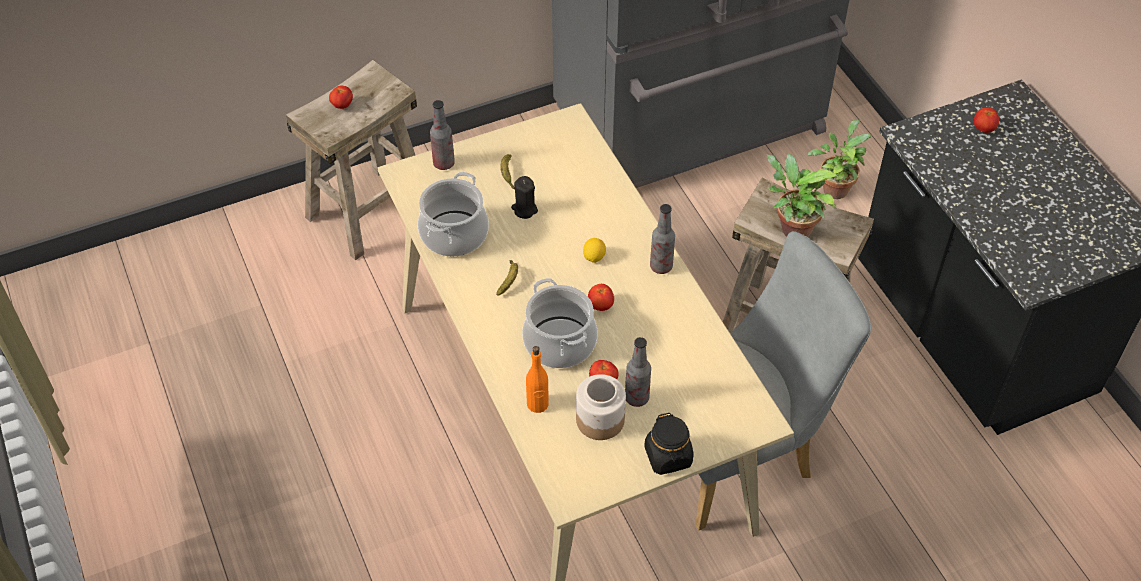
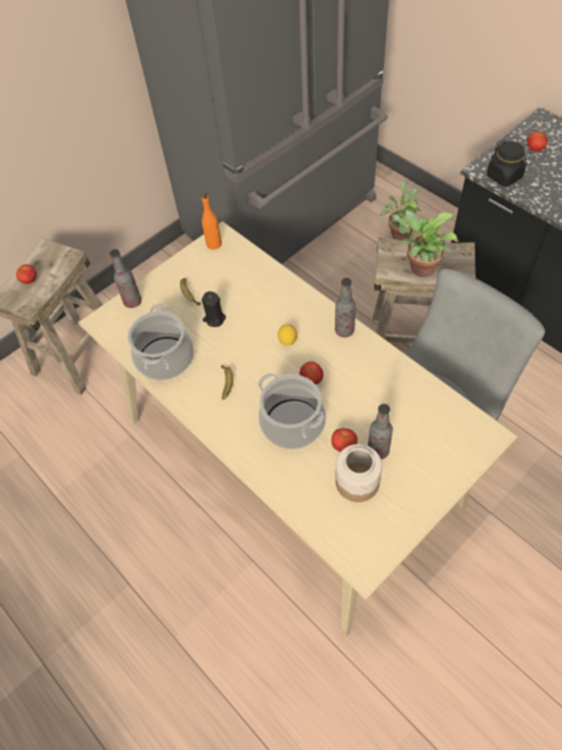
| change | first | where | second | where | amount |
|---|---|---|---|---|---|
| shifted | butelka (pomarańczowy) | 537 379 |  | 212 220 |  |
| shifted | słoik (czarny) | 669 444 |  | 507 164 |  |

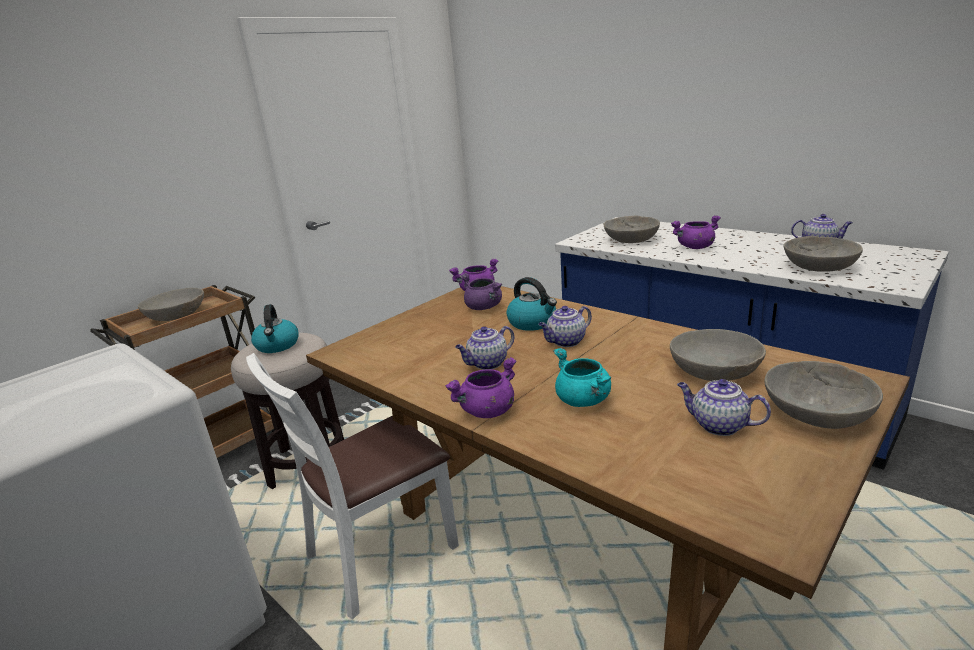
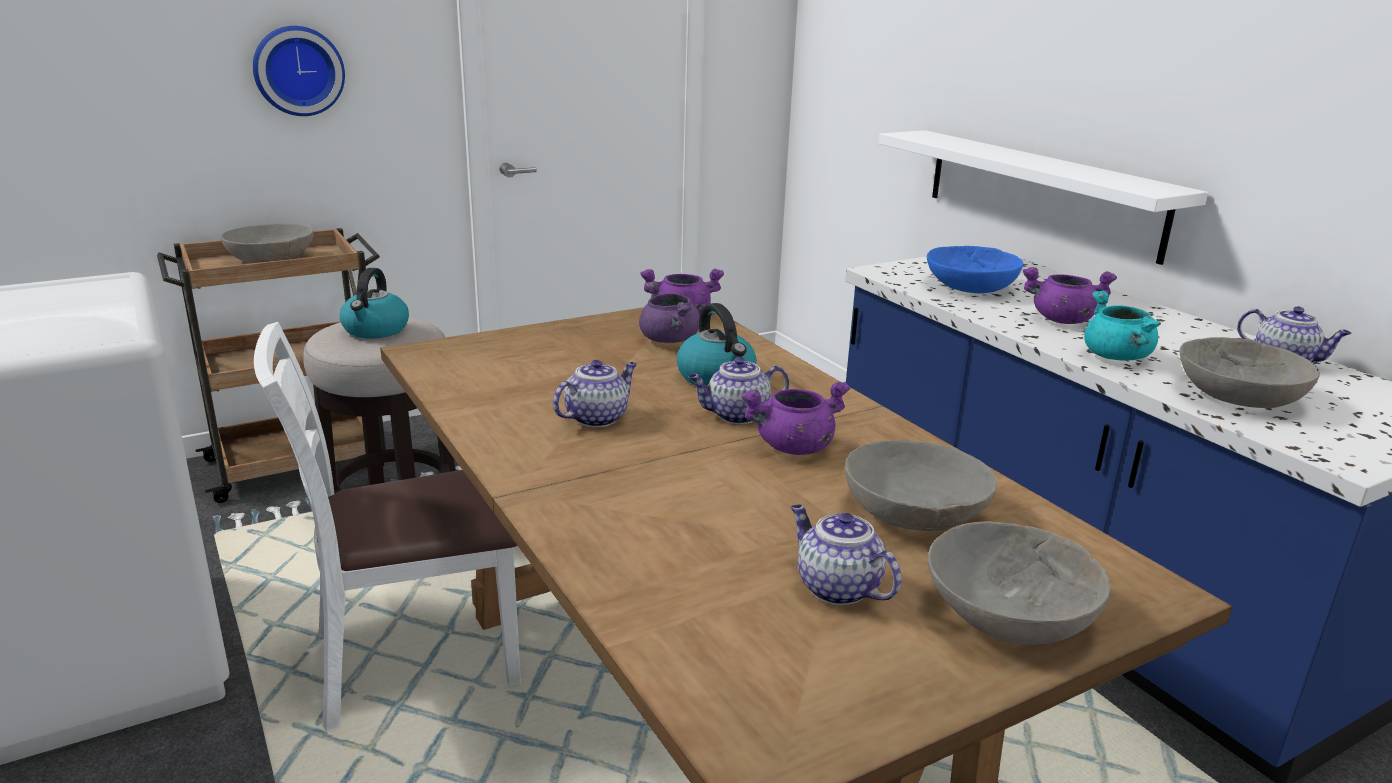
| change | first | where | second | where | amount |
|---|---|---|---|---|---|
| new |  |  | zegar ścienny | 299 71 |  |
| rotated | imbryk | 484 348 |  | 595 394 | 150 degrees clockwise |
| shifted | garnek (fioletowy) | 481 387 |  | 796 418 |  |
| new |  |  | półka (biały) | 1043 197 |  |
| repainted | miska (szary) | 632 229 | miska (niebieski) | 975 269 |  |
| shifted | garnek (turkusowy) | 582 377 |  | 1122 325 |  |

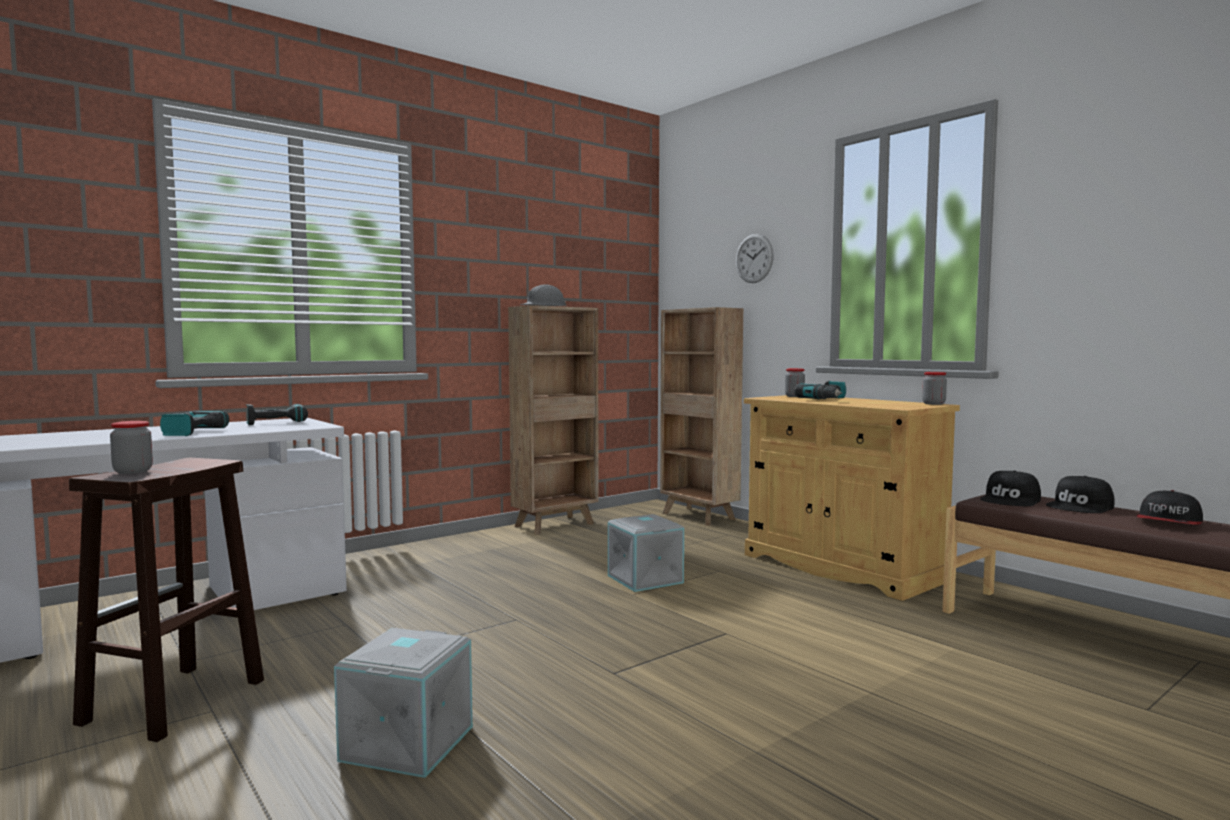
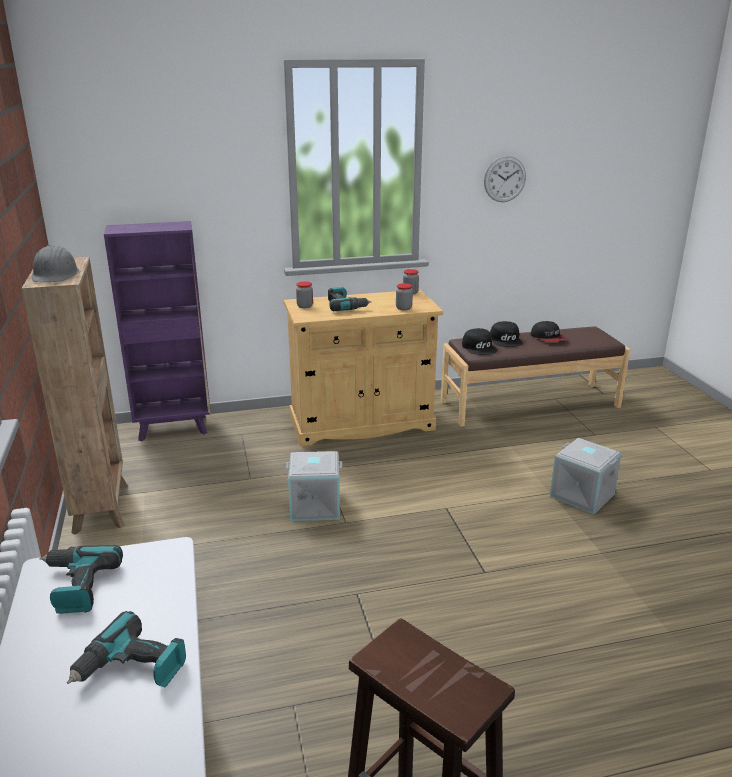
| change | first | where | second | where | amount |
|---|---|---|---|---|---|
| repainted | regał (brązowy) | 701 416 | regał (fioletowy) | 157 331 |  |
| shifted | słoik | 131 447 |  | 404 297 |  |
| shifted | zegar ścienny | 755 258 |  | 505 179 |  |
| shifted | pojemnik do przechowywania (szary) | 403 703 |  | 586 476 |  |

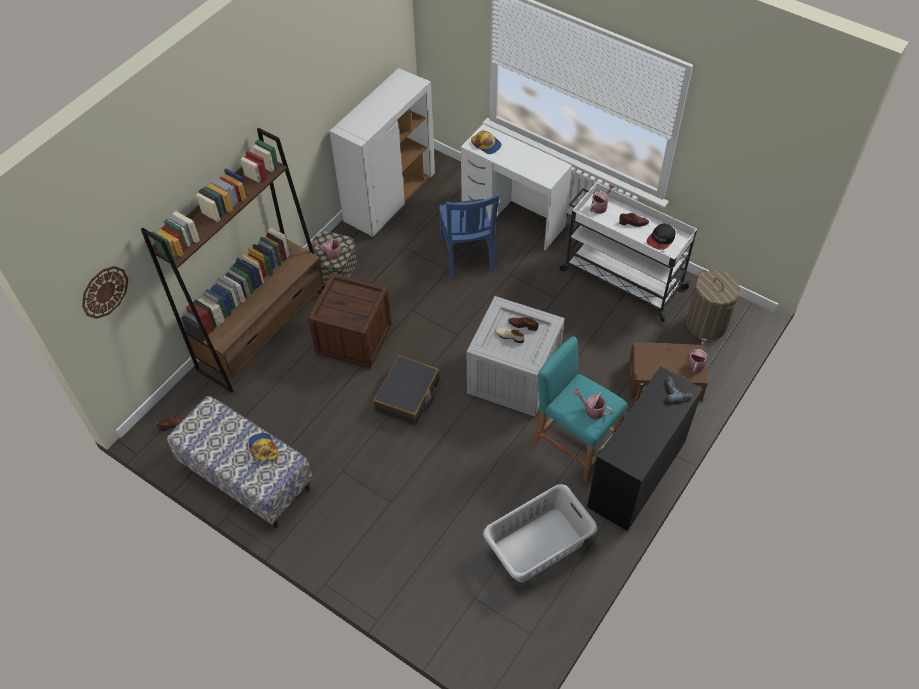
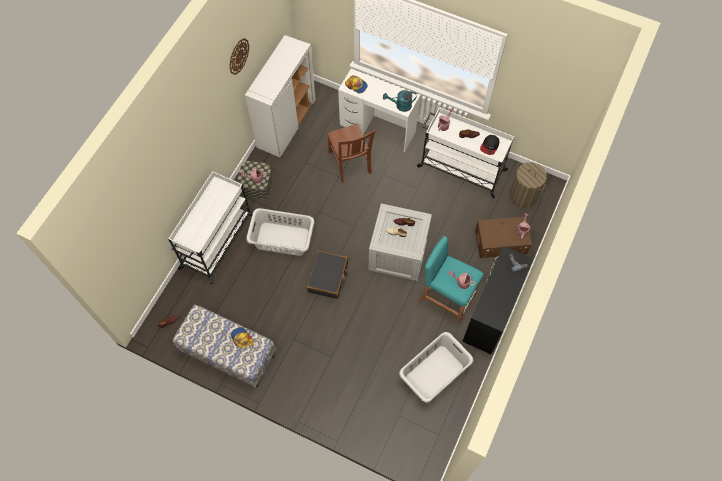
| change | first | where | second | where | amount |
|---|---|---|---|---|---|
| swapped | regał (brązowy) | 233 260 | wózek (biały) | 211 227 |  |
| shifted | zegar ścienny | 105 292 |  | 239 56 |  |
| swapped | skrzynka | 350 321 | kosz na pranie (szary) | 280 232 |  |
| repainted | krzesło (niebieski) | 469 236 | krzesło (brązowy) | 351 153 |  |
| new |  |  | konewka (turkusowy) | 400 101 |  |

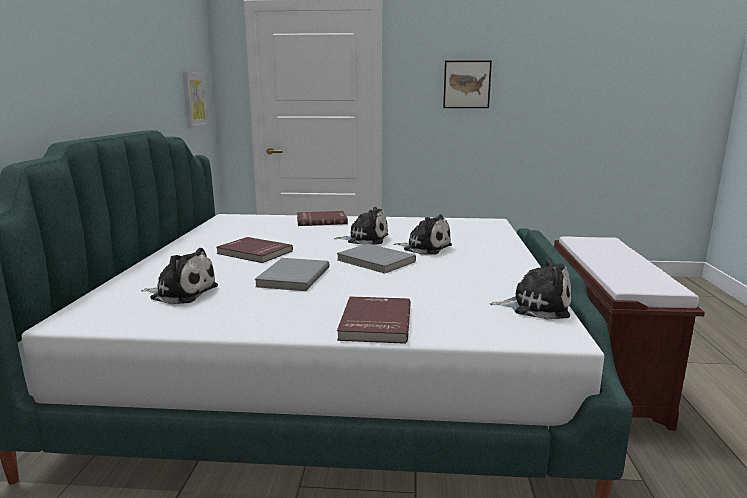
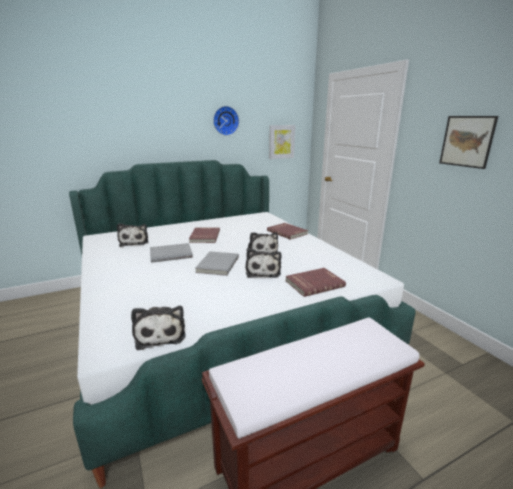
| change | first | where | second | where | amount |
|---|---|---|---|---|---|
| new |  |  | zegar ścienny | 226 121 |  |
| shifted | książka (czerwony) | 374 320 |  | 316 282 |  |

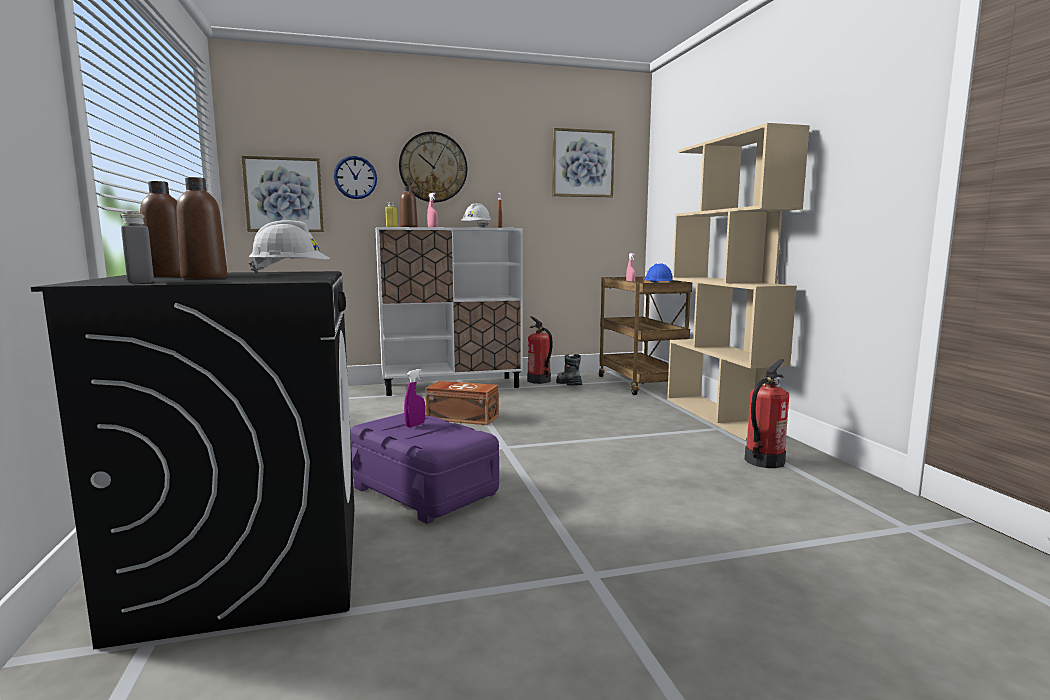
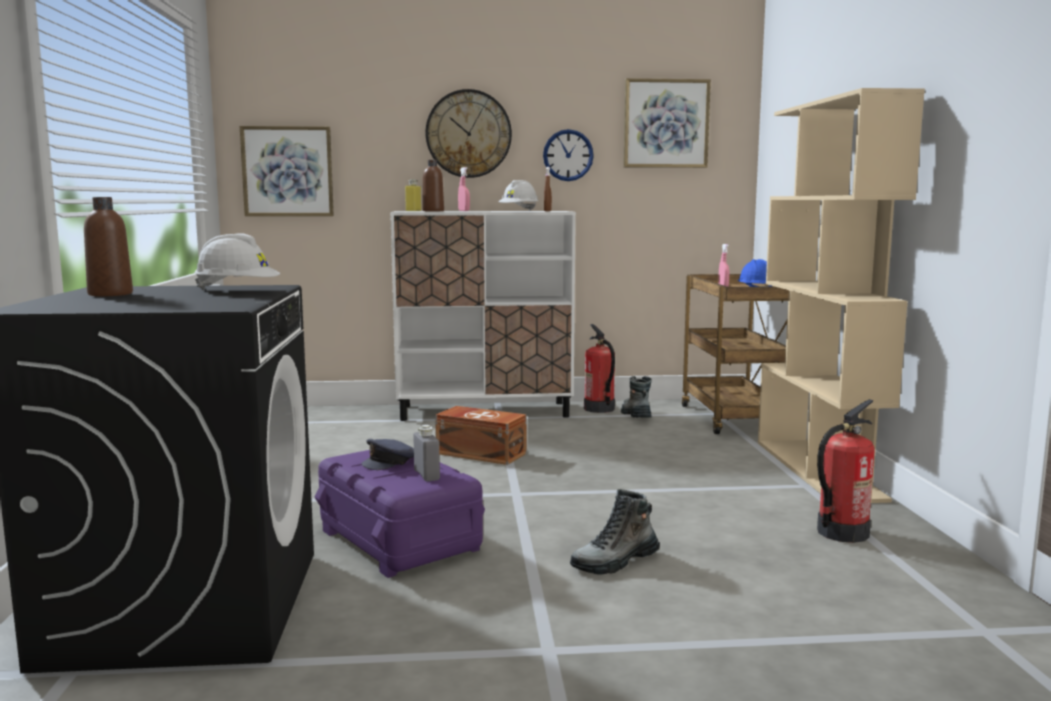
| change | first | where | second | where | amount |
|---|---|---|---|---|---|
| swapped | spryskiwacz (fioletowy) | 414 398 | czapka z daszkiem (szary) | 387 454 |  |
| shifted | butelka (szary) | 137 247 |  | 426 453 |  |
| shifted | zegar ścienny | 355 177 |  | 568 155 |  |
| new |  |  | but z cholewką | 615 532 |  |
| gone | butelka (brązowy) | 202 228 |  |  |  |

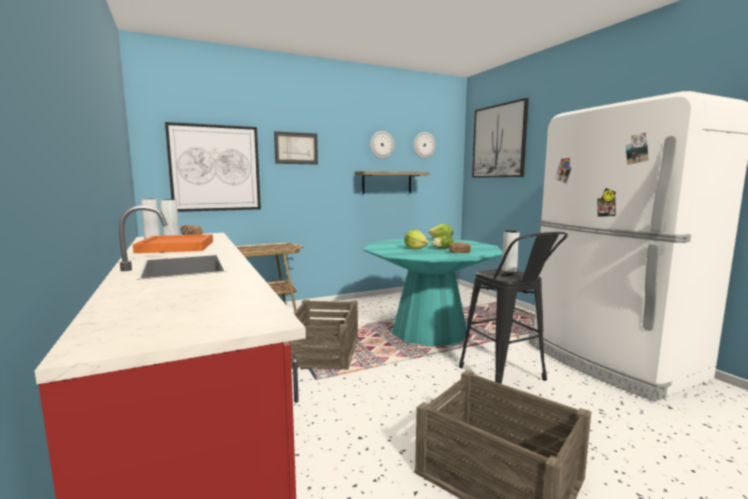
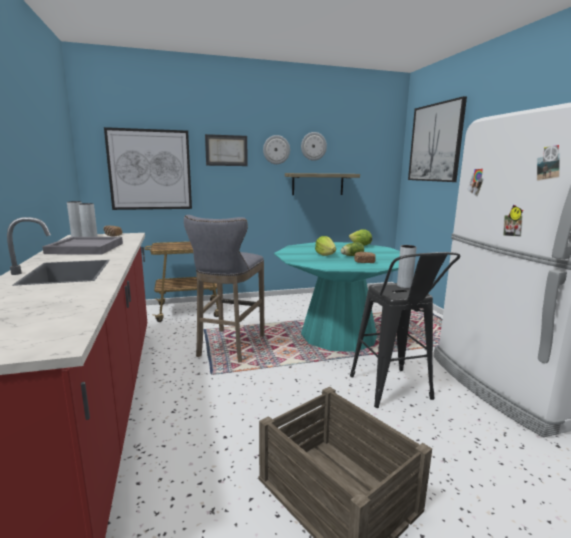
| change | first | where | second | where | amount |
|---|---|---|---|---|---|
| repainted | taca (pomarańczowy) | 173 243 | taca (szary) | 82 246 |  |
| swapped | skrzynka | 323 335 | stołek (szary) | 224 288 |  |
| shifted | zegar ścienny | 425 145 |  | 276 149 |  |

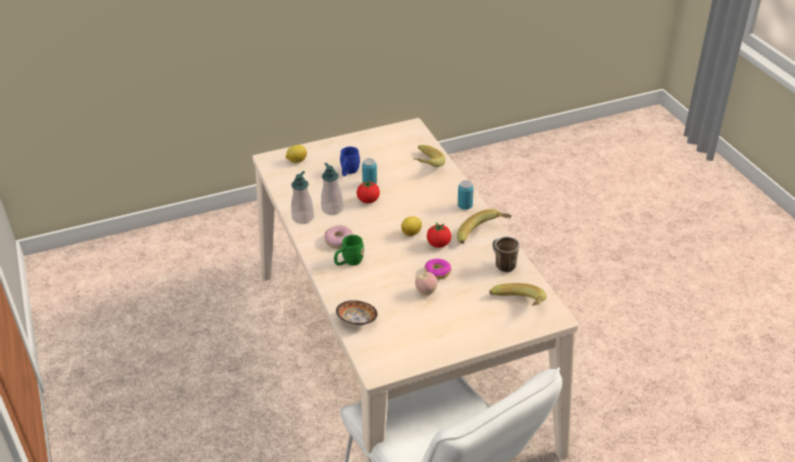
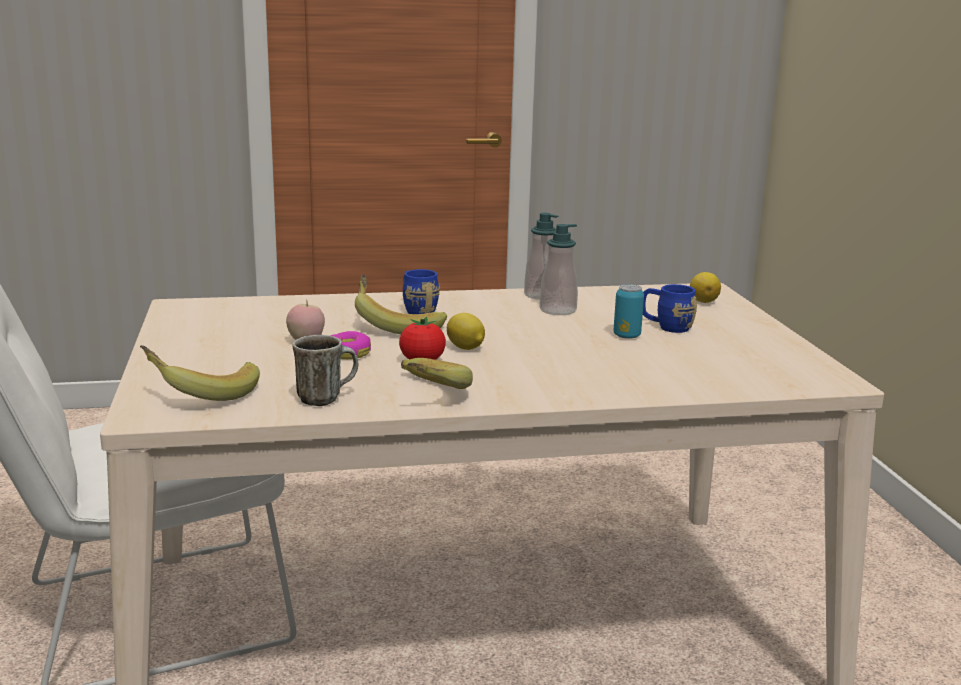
| change | first | where | second | where | amount |
|---|---|---|---|---|---|
| shifted | banan | 429 156 |  | 401 304 |  |
| repainted | kubek (zielony) | 349 250 | kubek (niebieski) | 421 291 |  |
| gone | donut | 338 237 |  |  |  |
| gone | miska | 357 312 |  |  |  |
| gone | pomidor | 368 191 |  |  |  |
| gone | puszka | 466 195 |  |  |  |

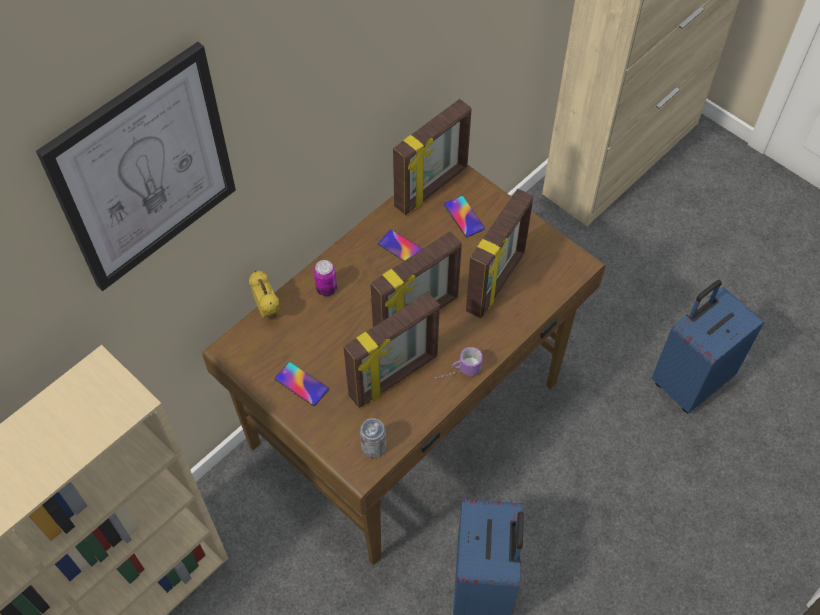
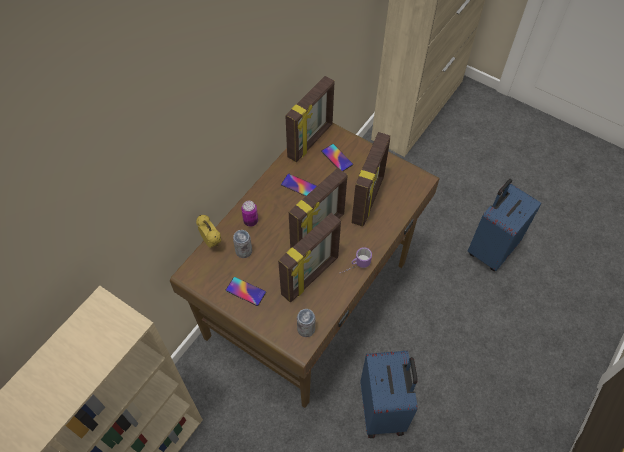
| change | first | where | second | where | amount |
|---|---|---|---|---|---|
| new |  |  | puszka | 242 244 |  |
| gone | obraz | 136 166 |  |  |  |

